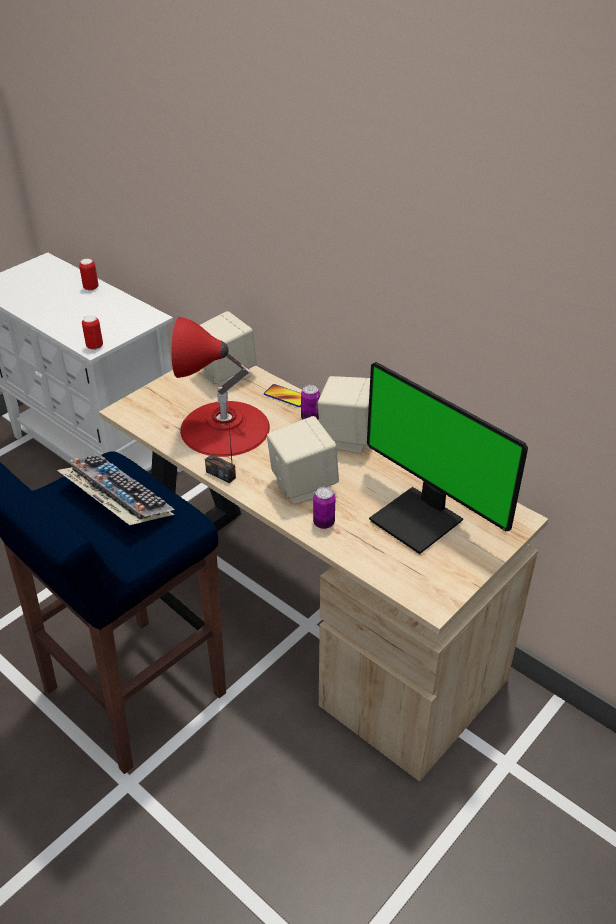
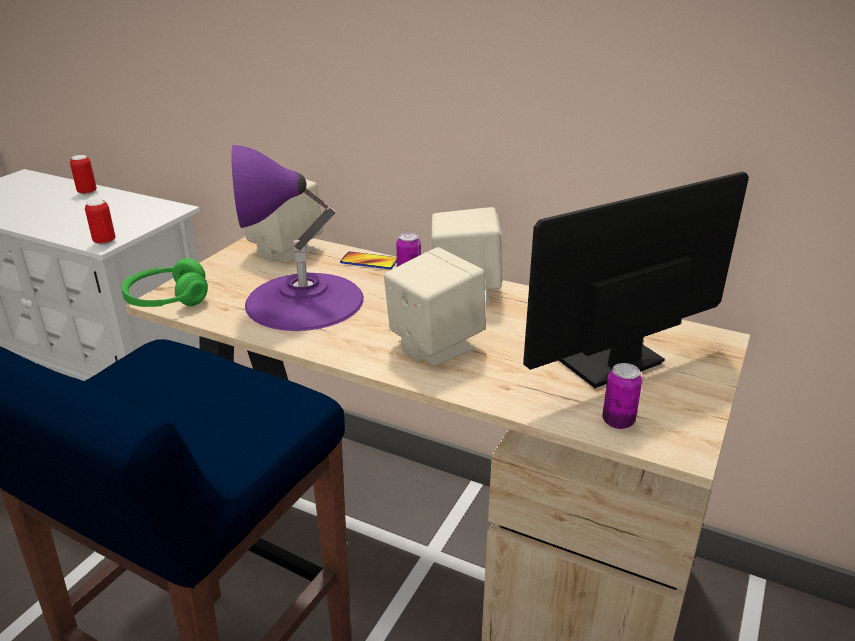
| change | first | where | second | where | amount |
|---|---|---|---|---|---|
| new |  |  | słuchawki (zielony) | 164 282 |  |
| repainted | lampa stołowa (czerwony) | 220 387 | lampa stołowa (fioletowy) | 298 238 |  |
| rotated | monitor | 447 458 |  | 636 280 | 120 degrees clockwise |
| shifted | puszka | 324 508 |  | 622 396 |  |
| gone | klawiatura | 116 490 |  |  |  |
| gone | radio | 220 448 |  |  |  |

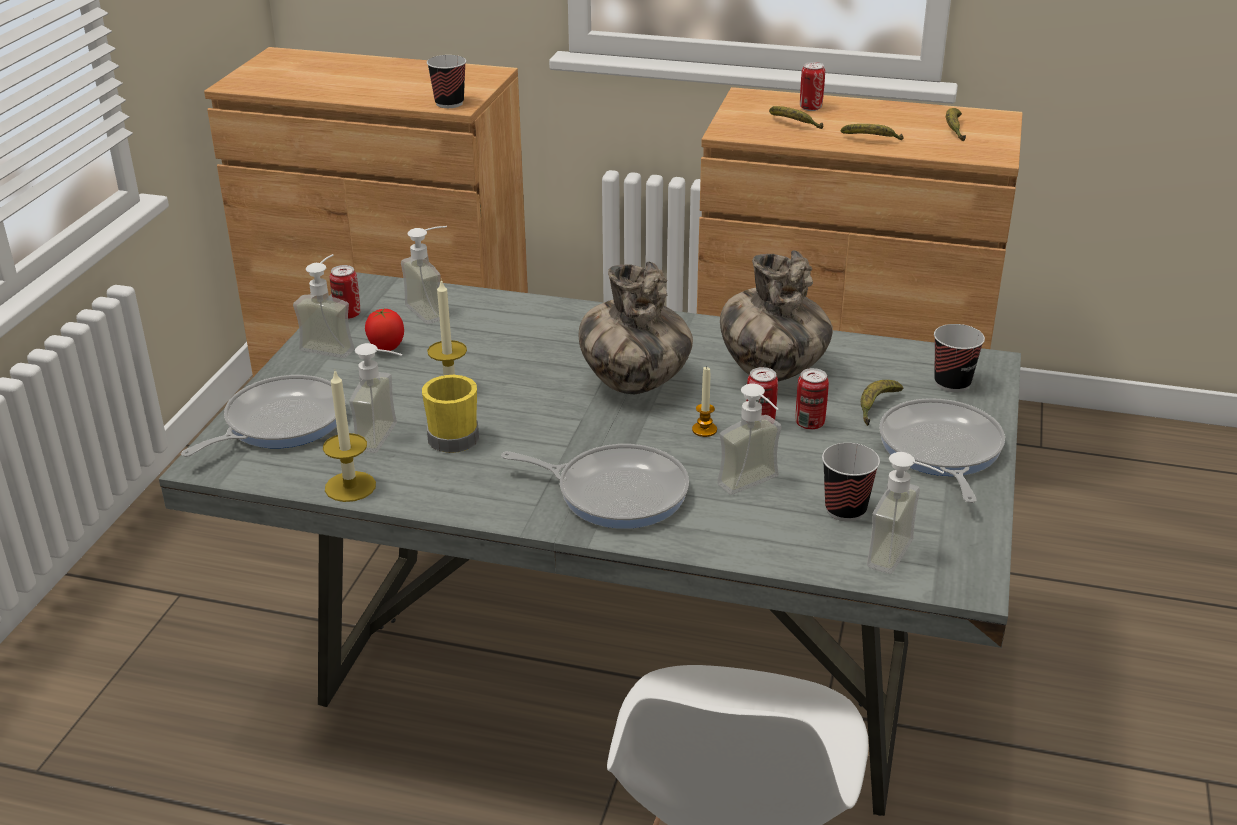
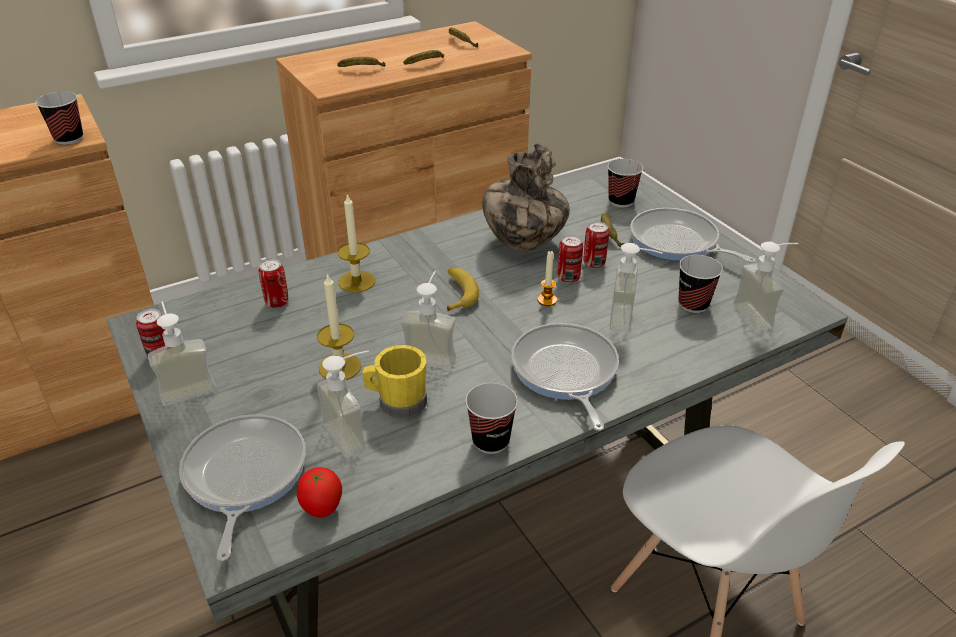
| change | first | where | second | where | amount |
|---|---|---|---|---|---|
| shifted | puszka | 812 86 |  | 273 283 |  |
| shifted | pomidor | 384 330 |  | 319 492 |  |
| shifted | świeca | 349 436 |  | 356 243 |  |
| shifted | dozownik mydła | 424 275 |  | 428 320 |  |
| swapped | wazon | 636 328 | banan | 463 289 |  |
| new |  |  | filiżanka | 491 418 |  |
| rotated | patelnia | 595 486 |  | 565 377 | 75 degrees counterclockwise |

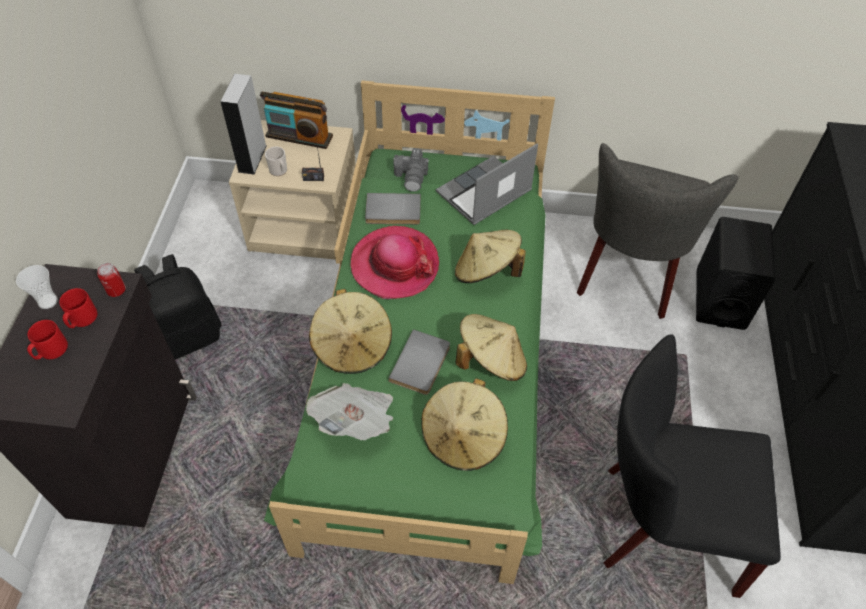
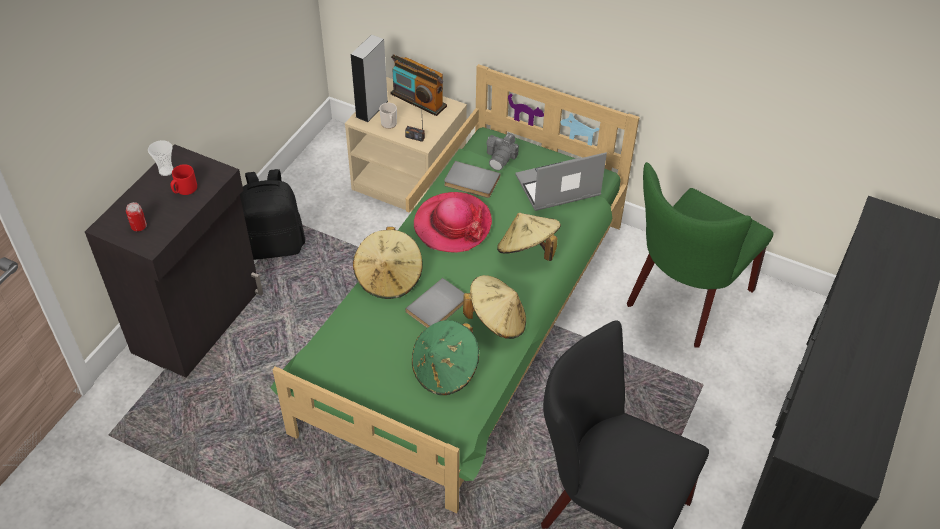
| change | first | where | second | where | amount |
|---|---|---|---|---|---|
| shifted | puszka | 111 280 |  | 136 216 |  |
| repainted | kapelusz (beżowy) | 464 424 | kapelusz (zielony) | 445 357 |  |
| repainted | krzesło (szary) | 657 231 | krzesło (zielony) | 700 255 |  |
| gone | kubek (czerwony) | 47 340 |  |  |  |
| gone | gazeta | 349 411 |  |  |  |
| gone | głośnik (czarny) | 735 273 |  |  |  |

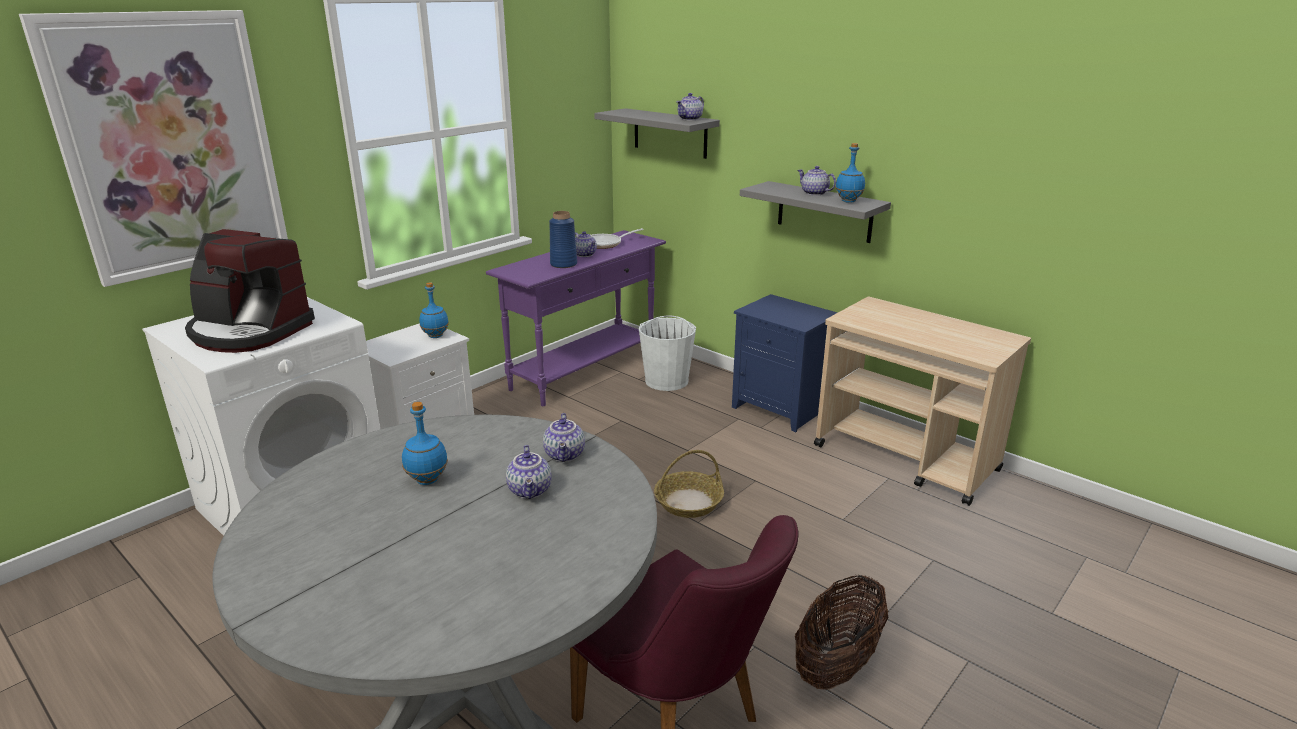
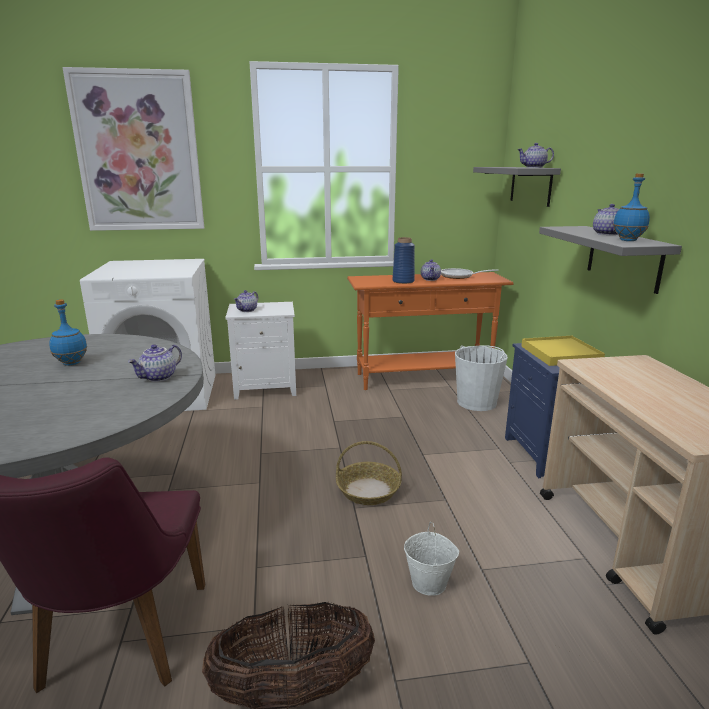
| change | first | where | second | where | amount |
|---|---|---|---|---|---|
| shifted | imbryk | 529 472 |  | 246 301 |  |
| repainted | stolik konsolowy (fioletowy) | 576 318 | stolik konsolowy (pomarańczowy) | 430 331 |  |
| new |  |  | wiadro (biały) | 431 559 |  |
| new |  |  | taca (żółty) | 563 351 |  |
| gone | ekspres do kawy | 250 291 |  |  |  |
| gone | butelka (niebieski) | 434 310 |  |  |  |

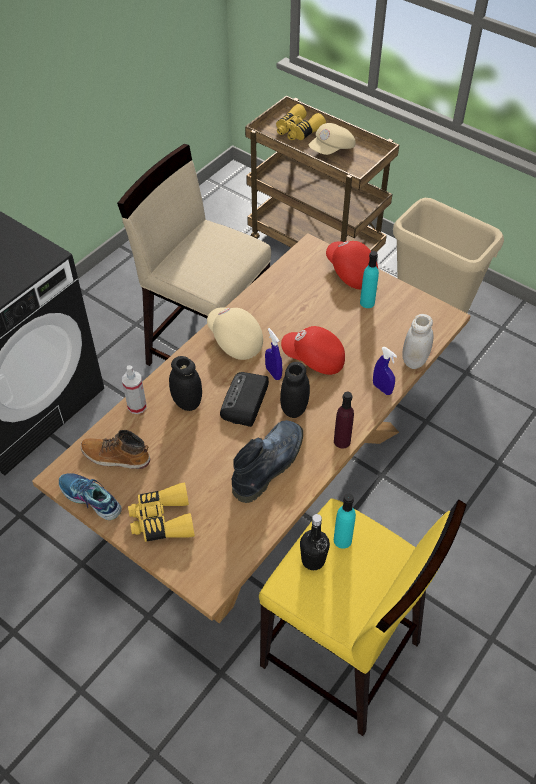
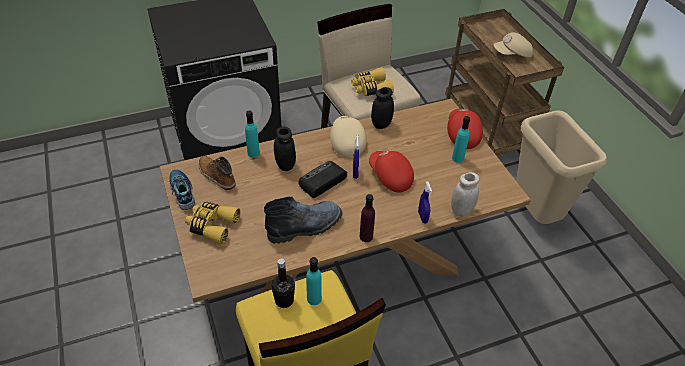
| change | first | where | second | where | amount |
|---|---|---|---|---|---|
| swapped | spryskiwacz | 134 389 | butelka (turkusowy) | 252 134 |  |
| shifted | lornetka (żółty) | 301 122 |  | 372 81 |  |
| shifted | słoik (czarny) | 295 390 |  | 382 108 |  |

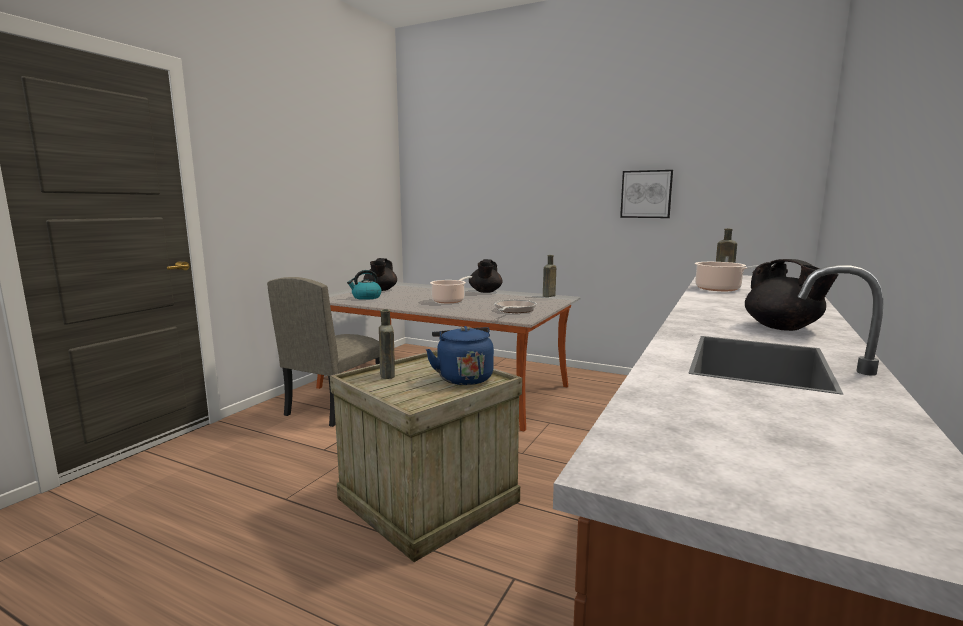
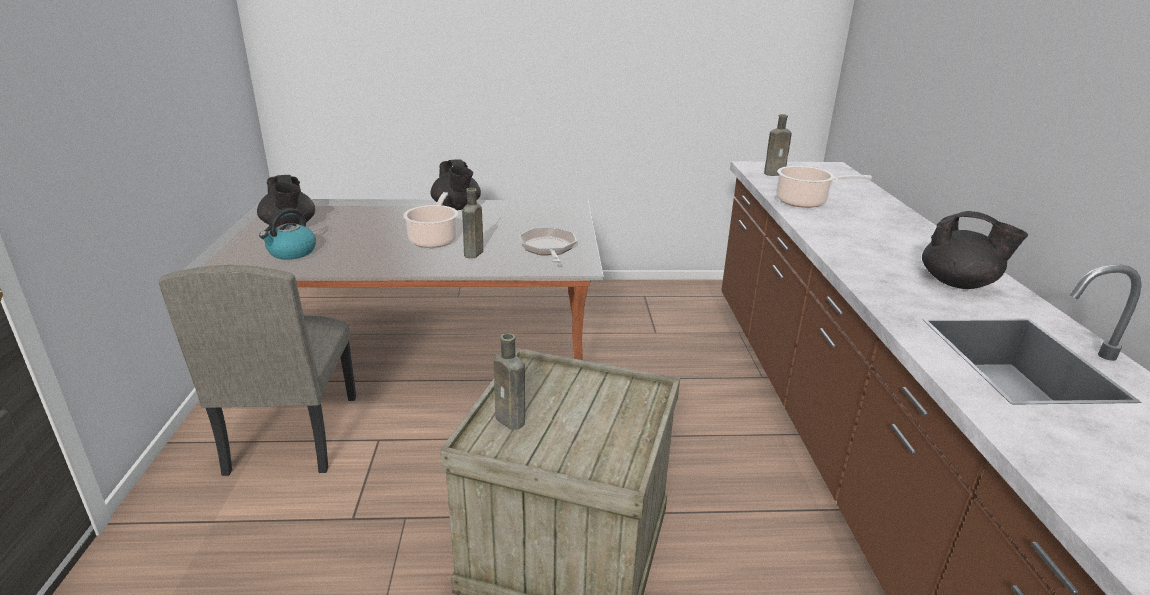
| change | first | where | second | where | amount |
|---|---|---|---|---|---|
| shifted | butelka (brązowy) | 549 276 |  | 472 223 |  |
| gone | czajnik (niebieski) | 460 355 |  |  |  |
| gone | obraz | 646 194 |  |  |  |

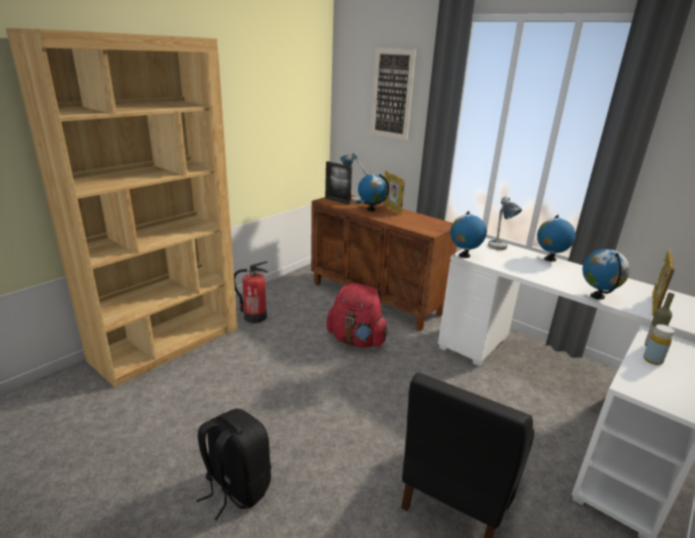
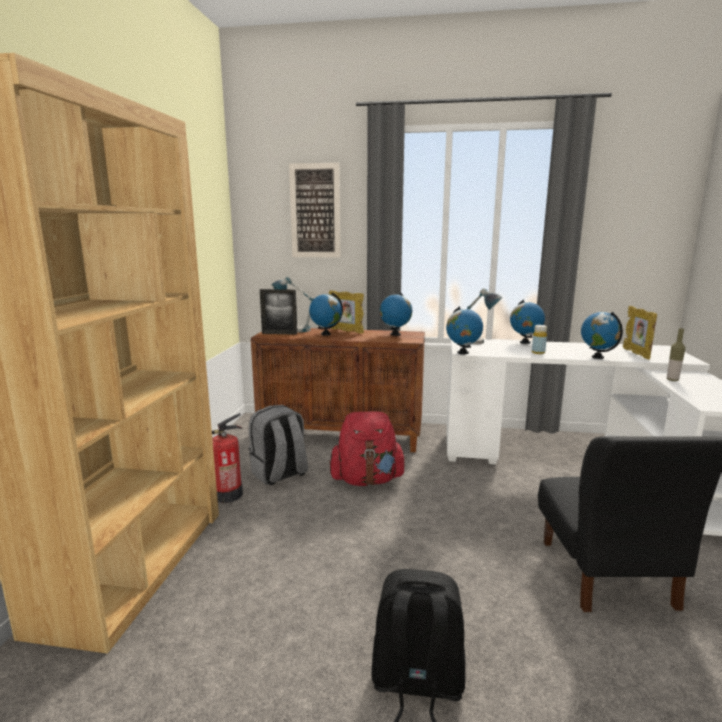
| change | first | where | second | where | amount |
|---|---|---|---|---|---|
| new |  |  | plecak (szary) | 278 445 |  |
| new |  |  | globus | 396 314 |  |
| shifted | butelka (żółty) | 658 344 |  | 539 339 |  |

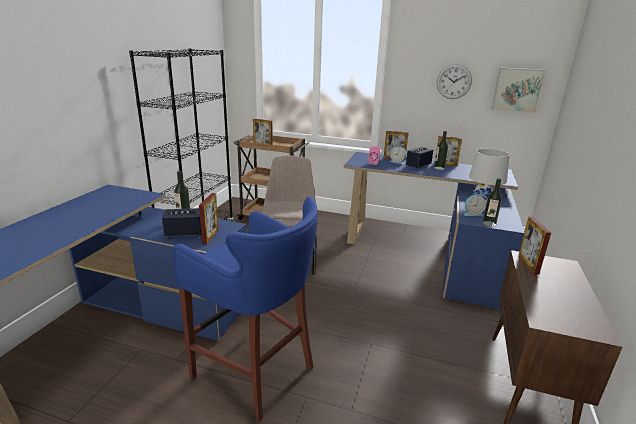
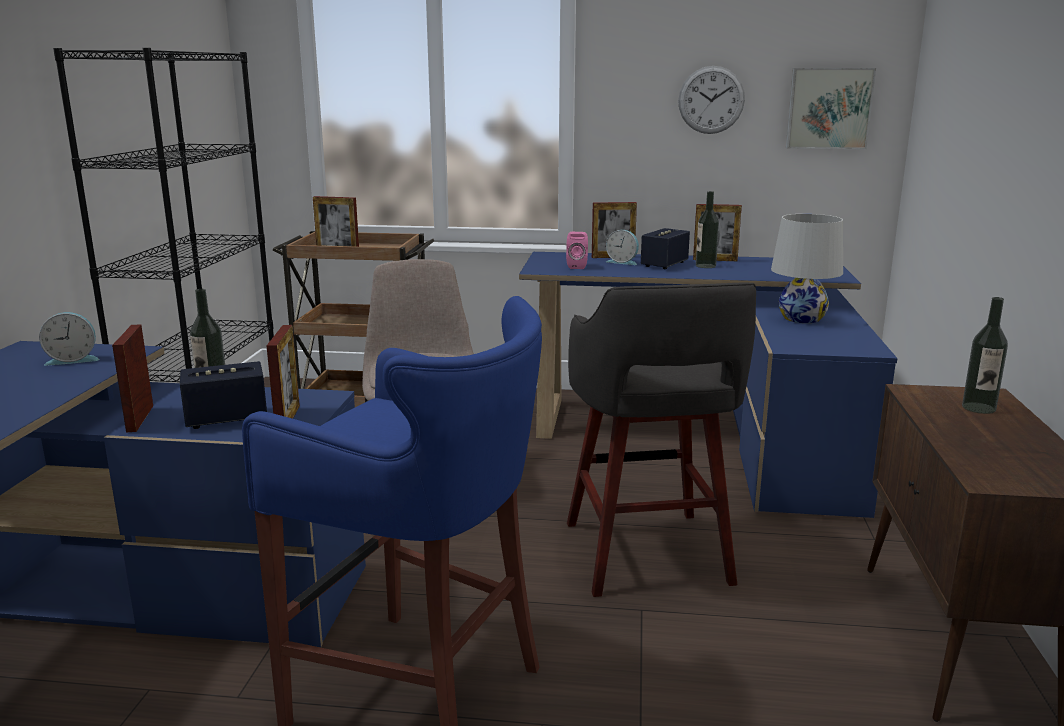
| change | first | where | second | where | amount |
|---|---|---|---|---|---|
| shifted | budzik | 475 205 |  | 69 339 |  |
| shifted | ramka na zdjęcie | 534 246 |  | 132 378 |  |
| new |  |  | stołek (szary) | 661 439 |  |
| shifted | butelka | 492 202 |  | 985 355 |  |

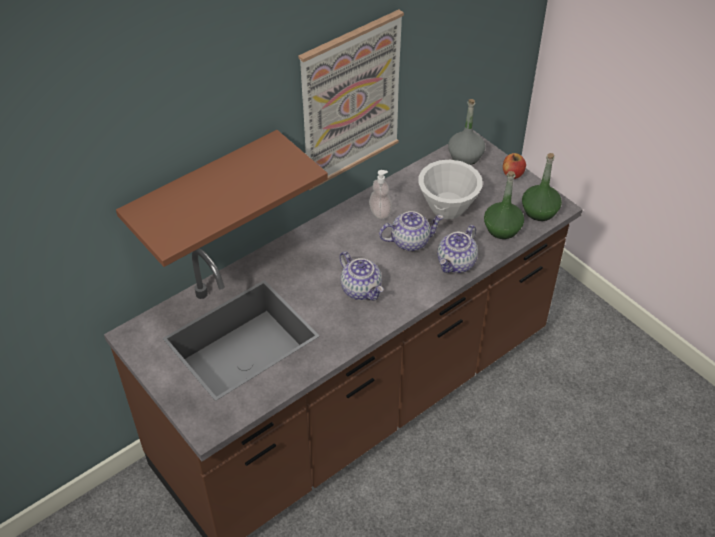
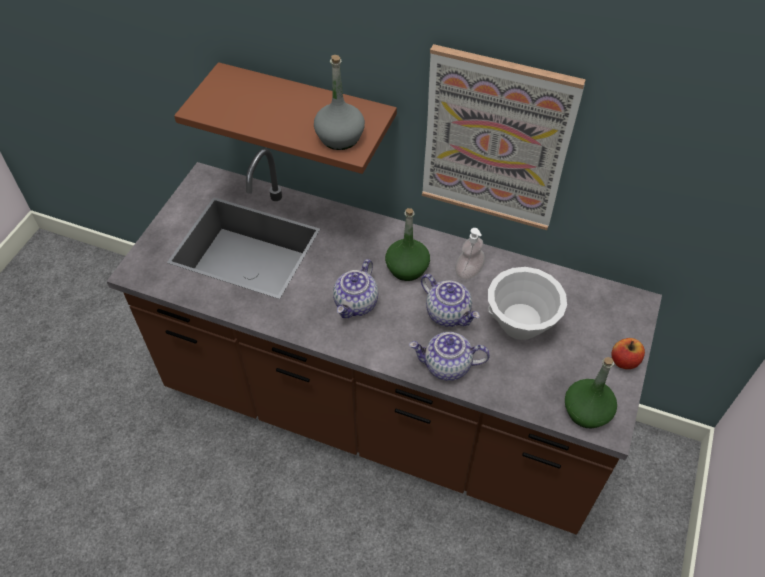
| change | first | where | second | where | amount |
|---|---|---|---|---|---|
| shifted | butelka (szary) | 466 132 |  | 339 102 |  |
| shifted | butelka (zielony) | 504 205 |  | 407 244 |  |

